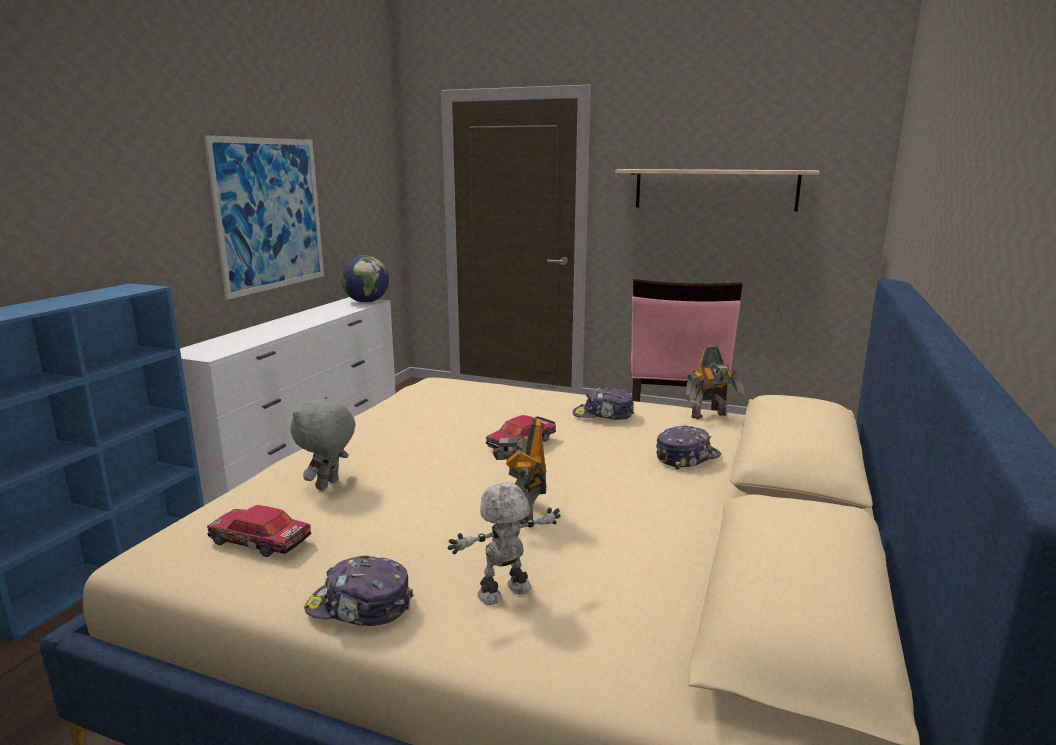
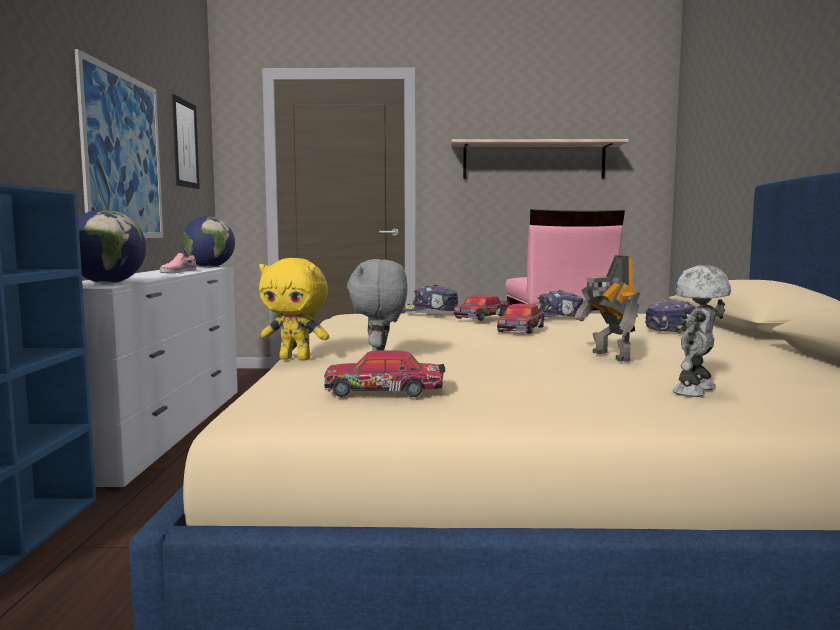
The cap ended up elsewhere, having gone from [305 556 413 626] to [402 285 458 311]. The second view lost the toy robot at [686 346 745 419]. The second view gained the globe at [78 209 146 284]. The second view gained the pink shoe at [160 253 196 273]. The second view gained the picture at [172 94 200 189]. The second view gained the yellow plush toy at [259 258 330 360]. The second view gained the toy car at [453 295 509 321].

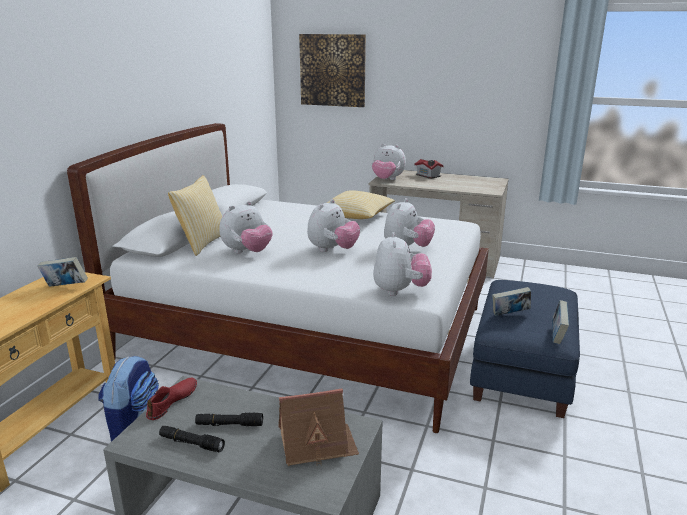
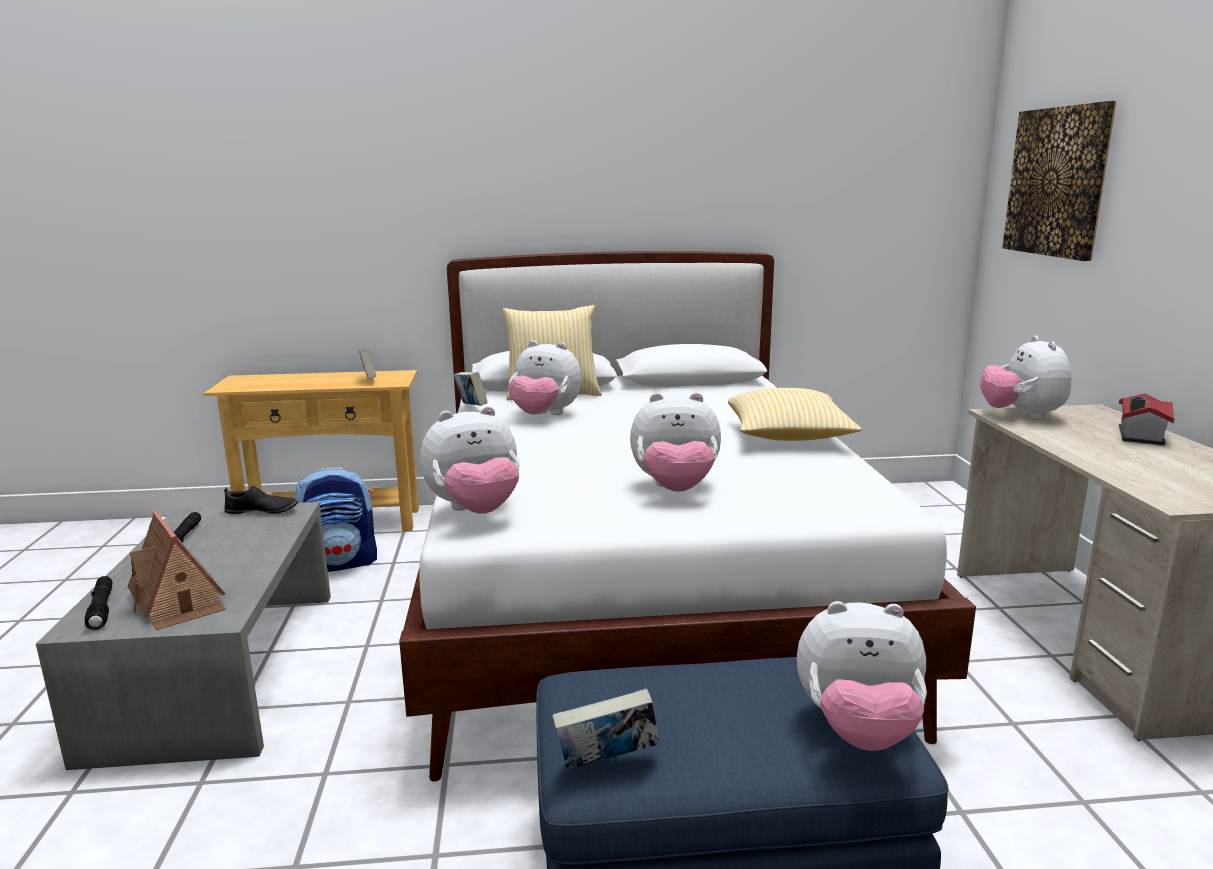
What was the red shoe at [146 378 197 420] turned into the black shoe at [224 486 298 514]. The black flashlight ended up elsewhere, having gone from [195 412 263 426] to [85 576 113 630]. The plush toy ended up elsewhere, having gone from [307 199 360 252] to [797 601 927 751]. The book ended up elsewhere, having gone from [492 287 531 316] to [454 372 488 406].

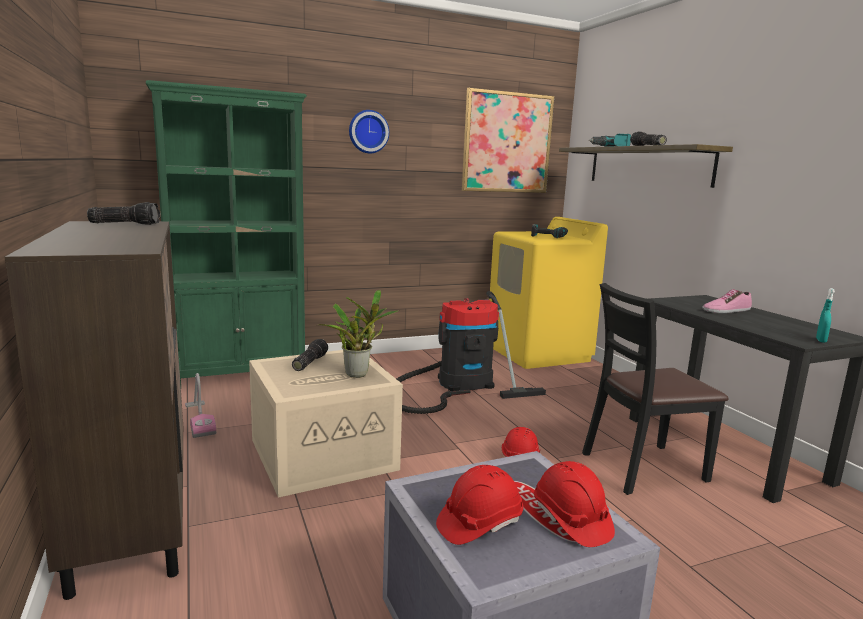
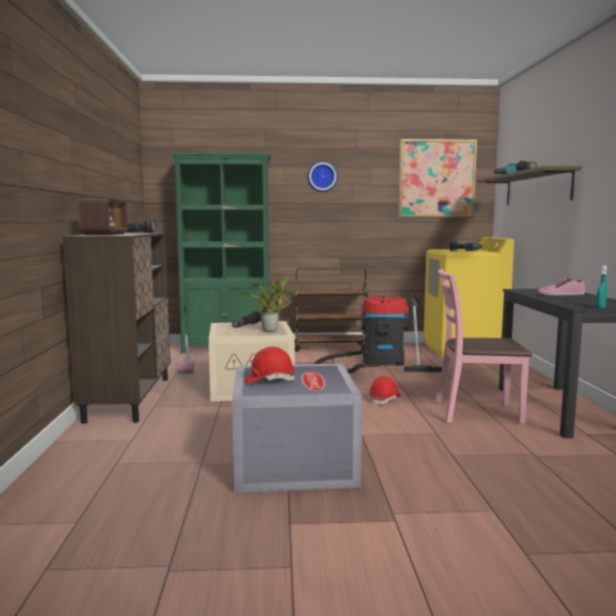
The second view lost the red hard hat at [534 461 615 547]. What was the black chair at [582 283 729 495] turned into the pink chair at [436 269 532 424]. The second view gained the radio at [78 199 127 235]. The second view gained the brown cart at [295 268 368 352].

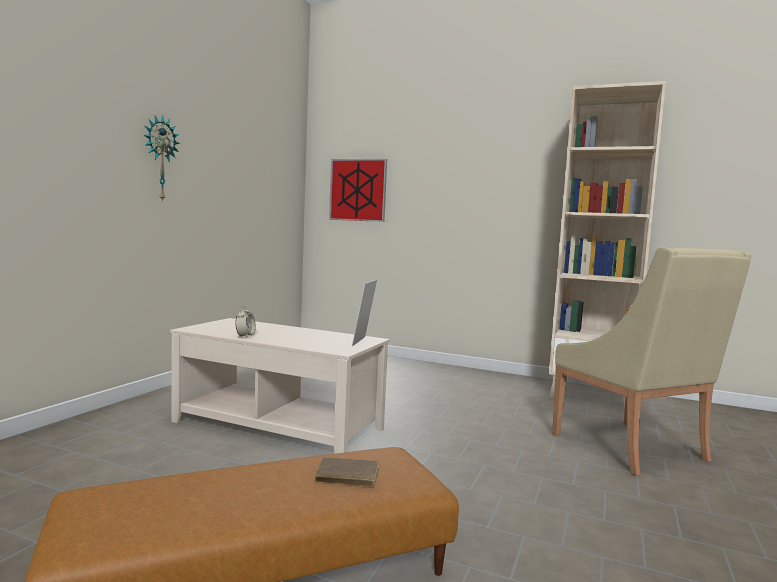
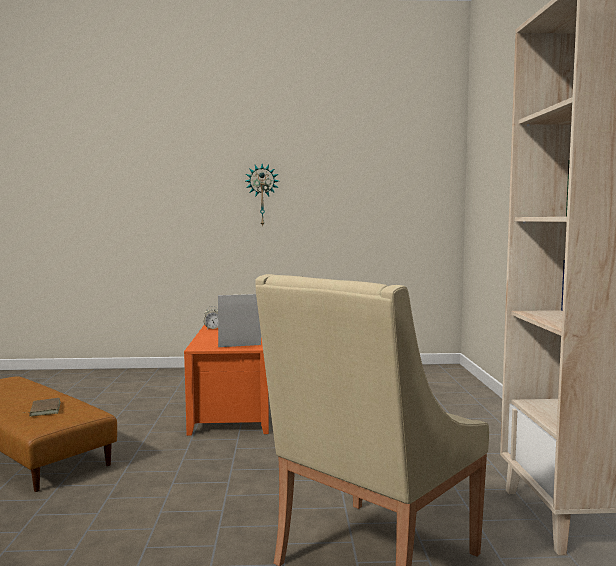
What was the beige coffee table at [170 318 390 454] turned into the orange coffee table at [184 325 269 436]. The second view lost the picture at [329 159 387 222].

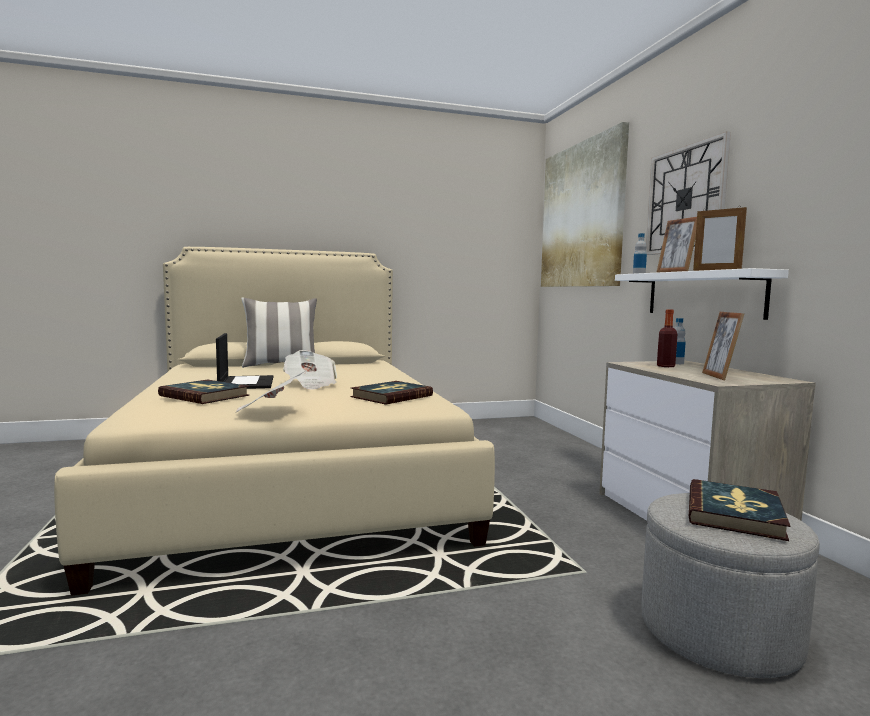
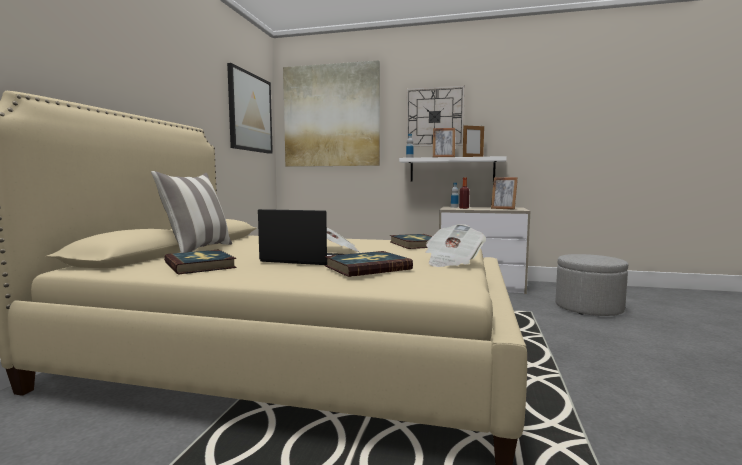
The book ended up elsewhere, having gone from [689 479 790 541] to [164 249 237 274]. The second view gained the picture at [227 63 273 154].

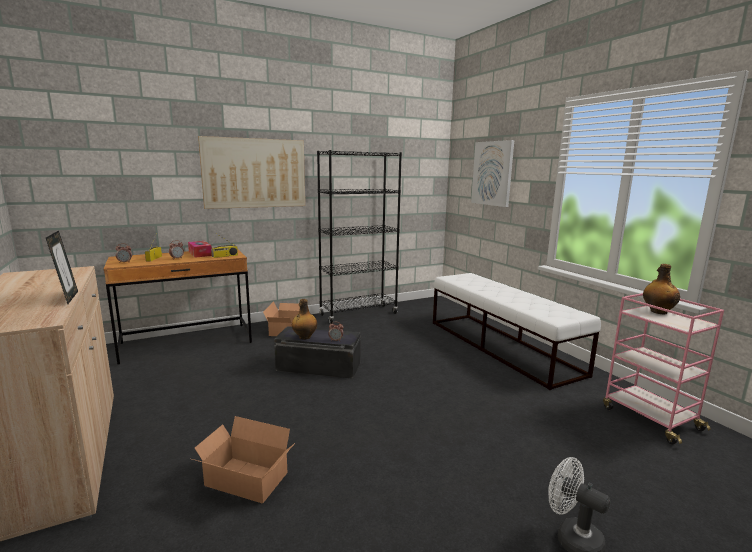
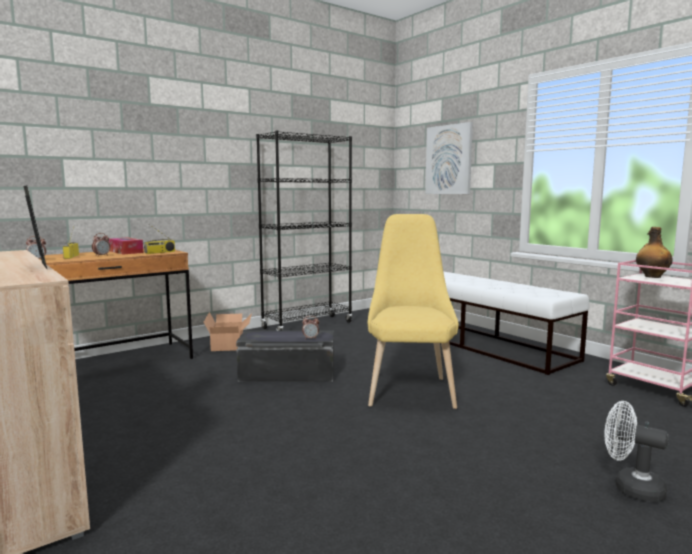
The second view lost the cardboard box at [189 416 295 504]. The second view lost the picture at [198 136 305 209]. The second view lost the bottle at [292 299 317 340]. The second view gained the yellow chair at [367 214 459 409].

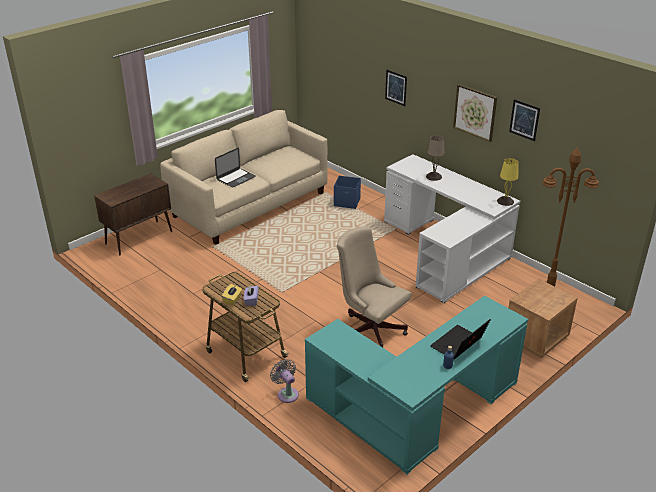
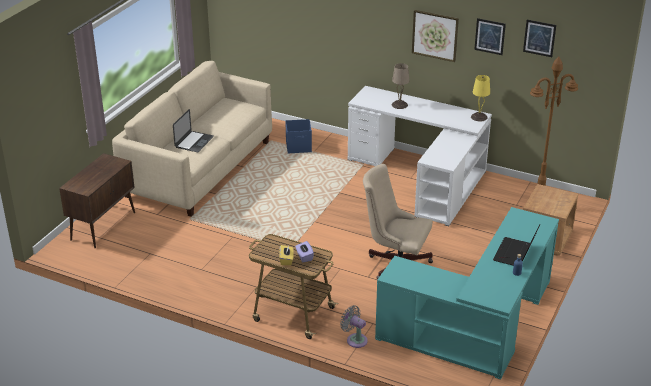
The picture ended up elsewhere, having gone from [385 70 407 106] to [523 20 556 57].

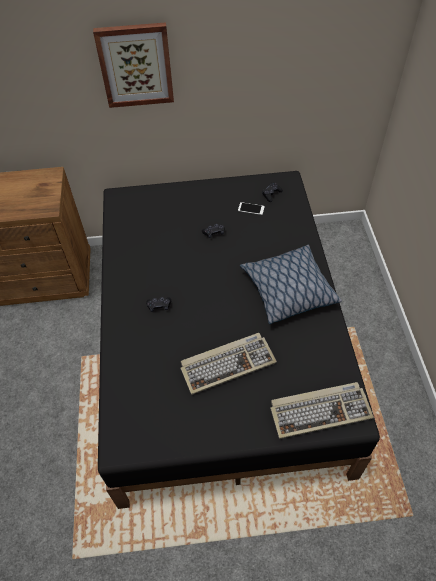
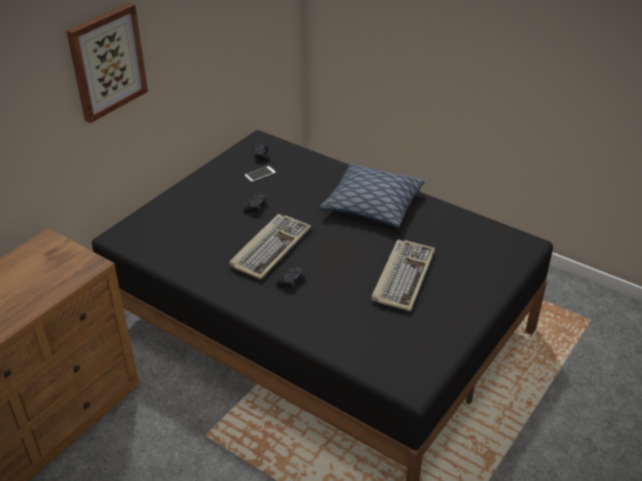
The keyboard ended up elsewhere, having gone from [270 382 374 439] to [229 214 311 280].

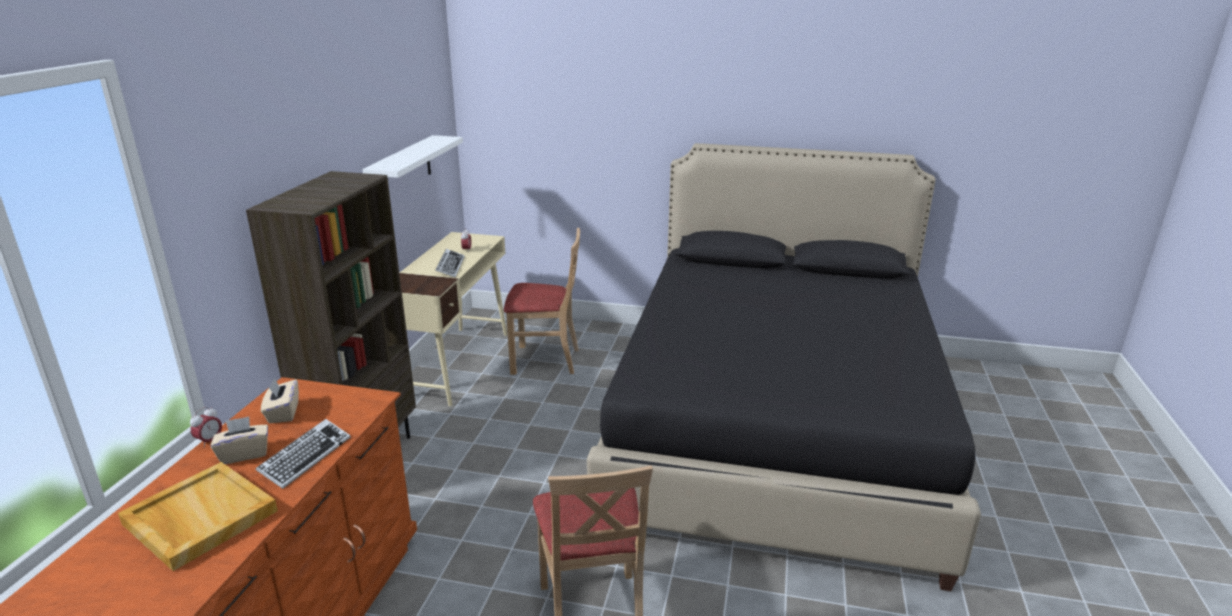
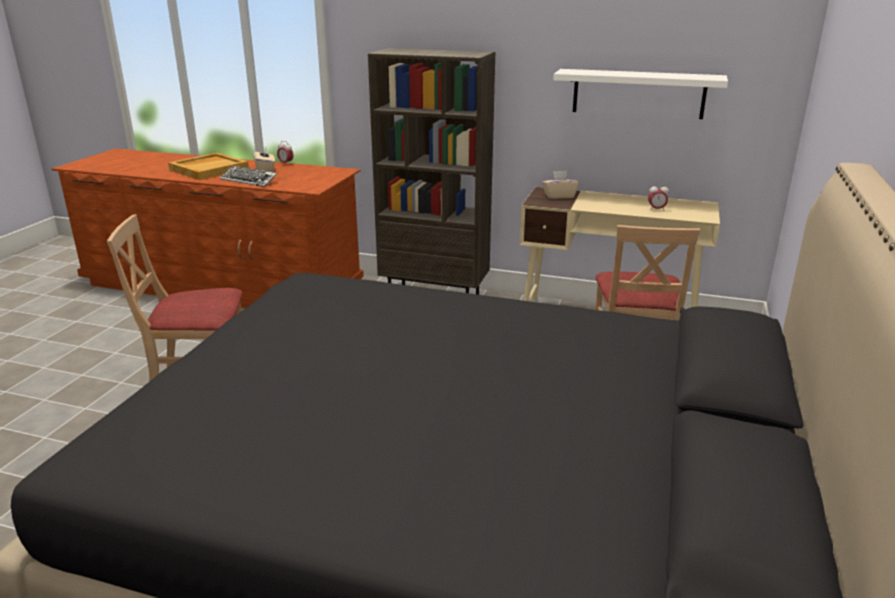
The beige tissue box ended up elsewhere, having gone from [261 378 299 423] to [542 171 579 199]. The second view lost the keyboard at [435 249 464 277].

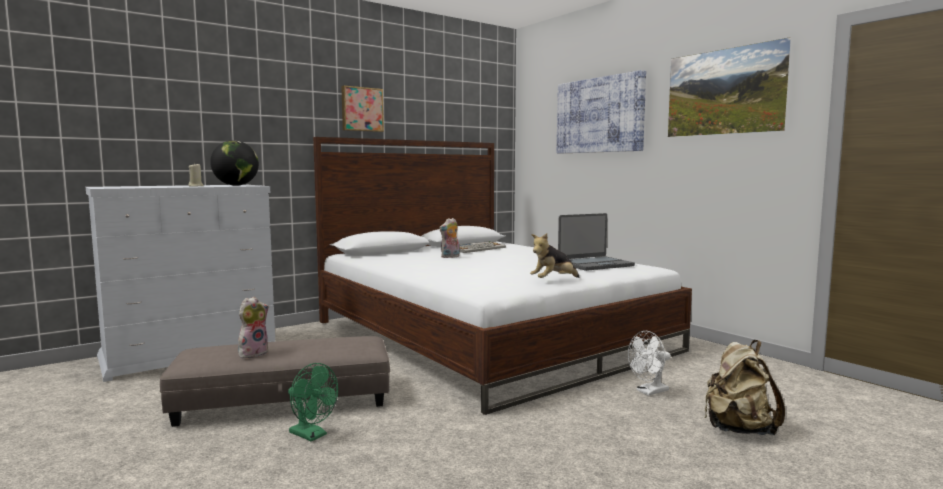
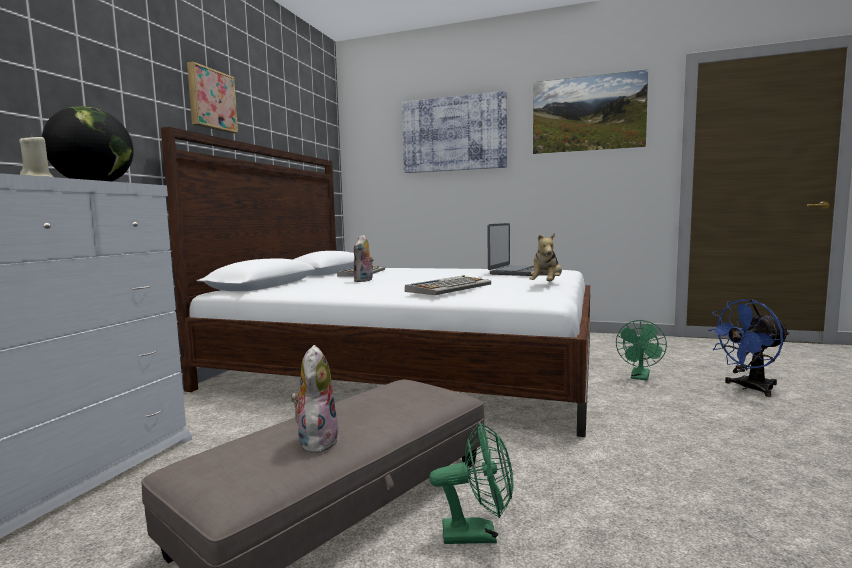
What was the white fan at [628 331 671 396] turned into the green fan at [616 320 667 380]. Where the beige backpack stood at [705 340 785 435], the blue fan came to stand at [707 299 790 397]. The second view gained the keyboard at [405 276 491 295].

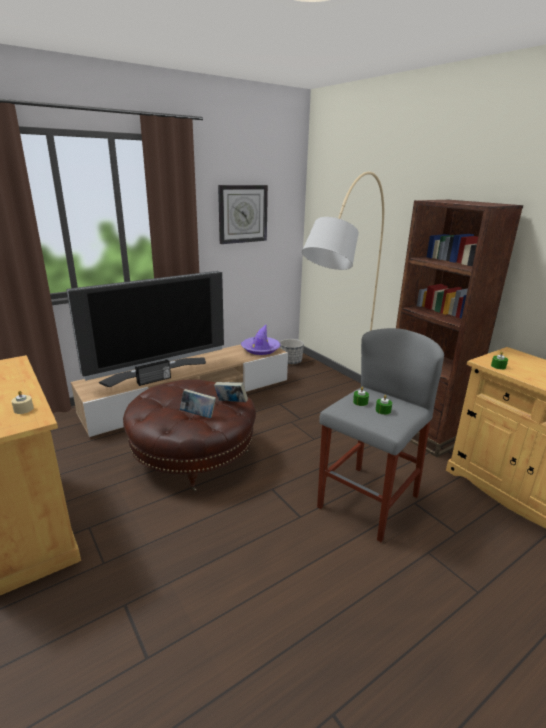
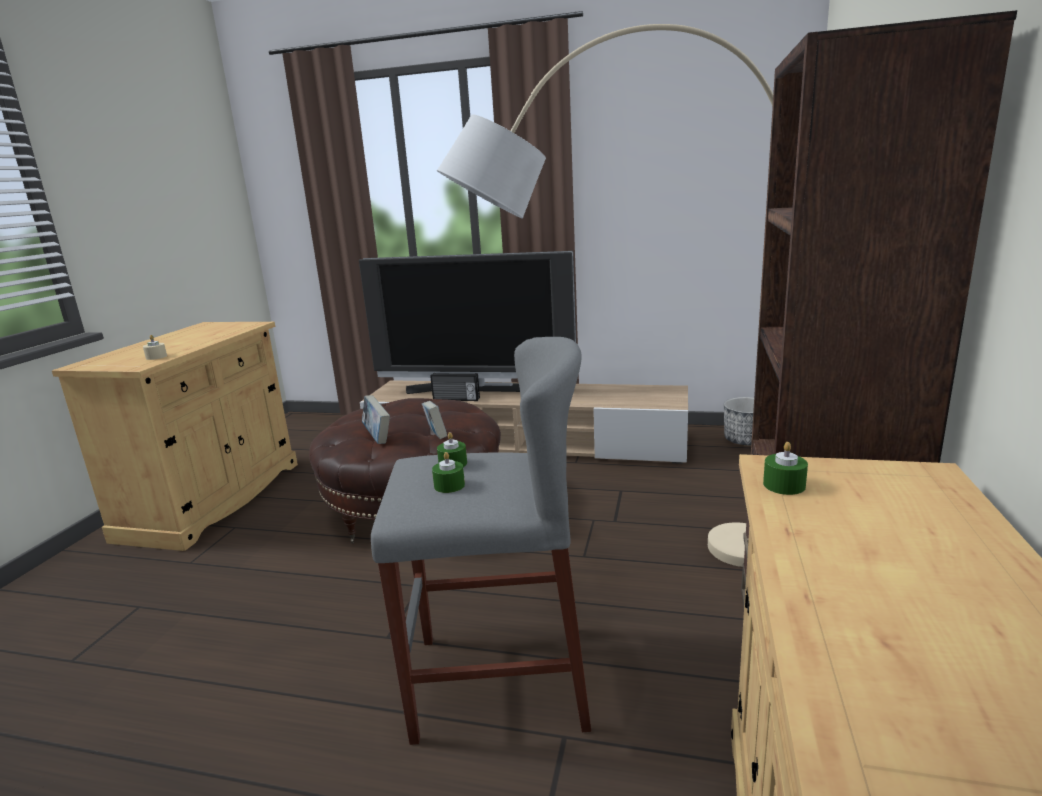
The second view lost the wall clock at [218 185 268 244]. The second view lost the purple hat at [241 325 280 355].

